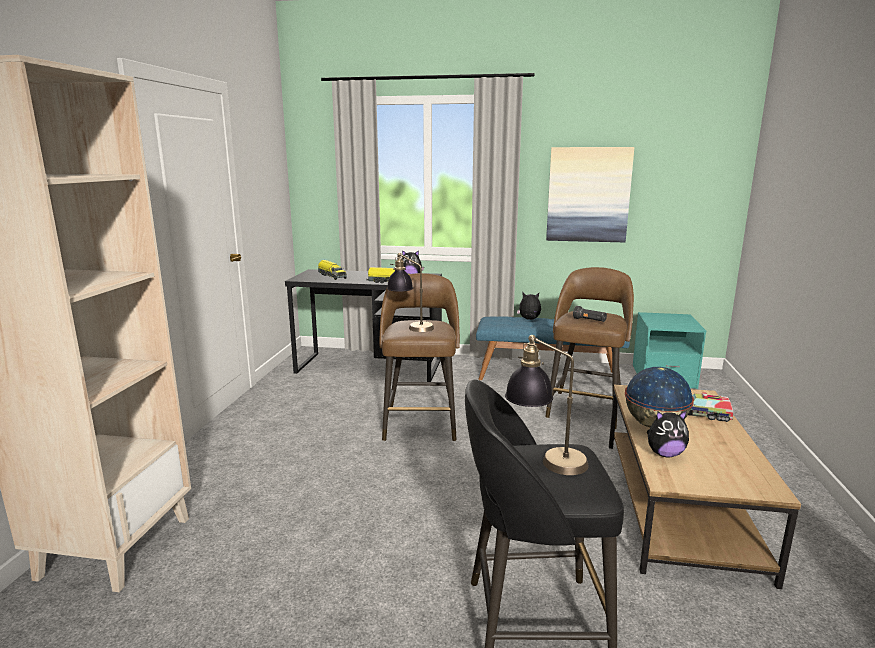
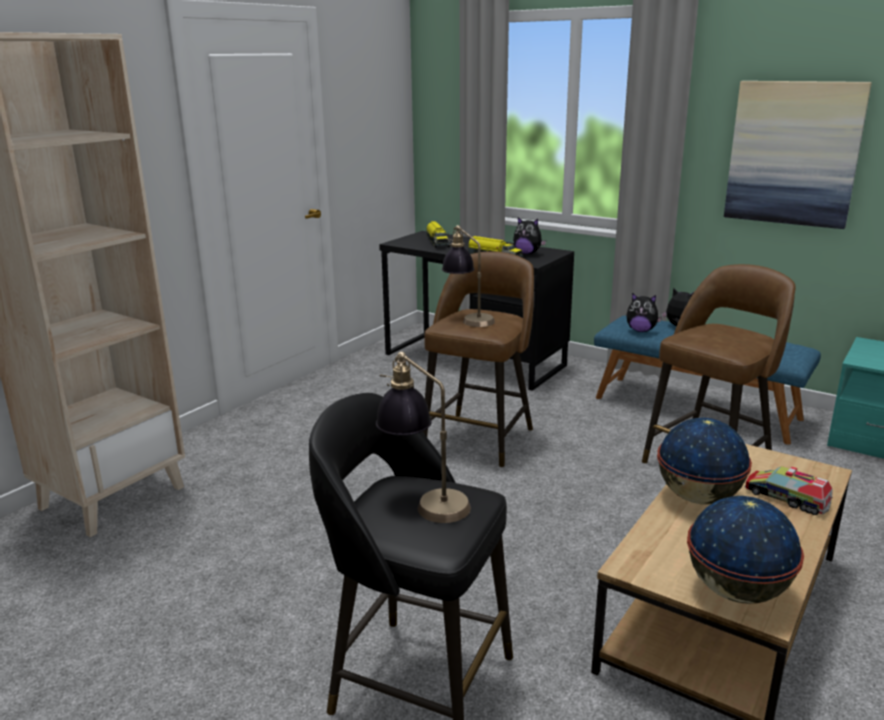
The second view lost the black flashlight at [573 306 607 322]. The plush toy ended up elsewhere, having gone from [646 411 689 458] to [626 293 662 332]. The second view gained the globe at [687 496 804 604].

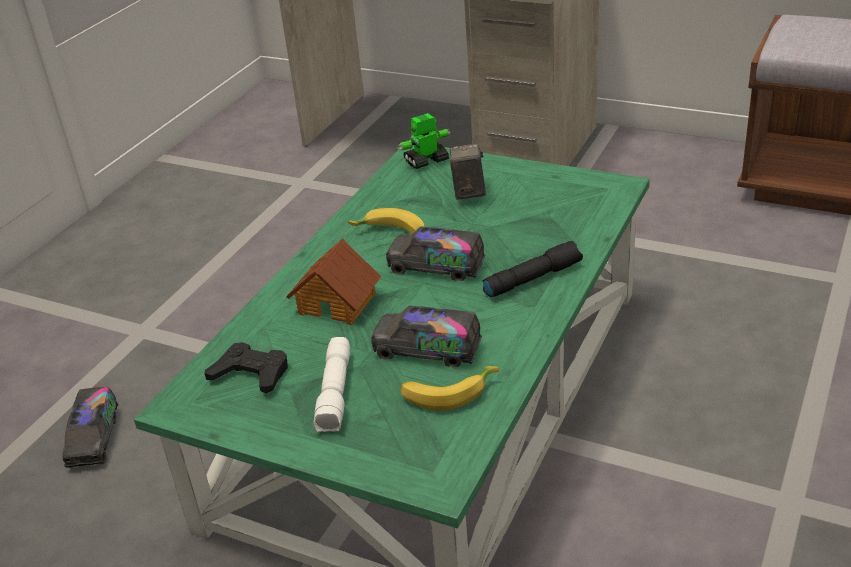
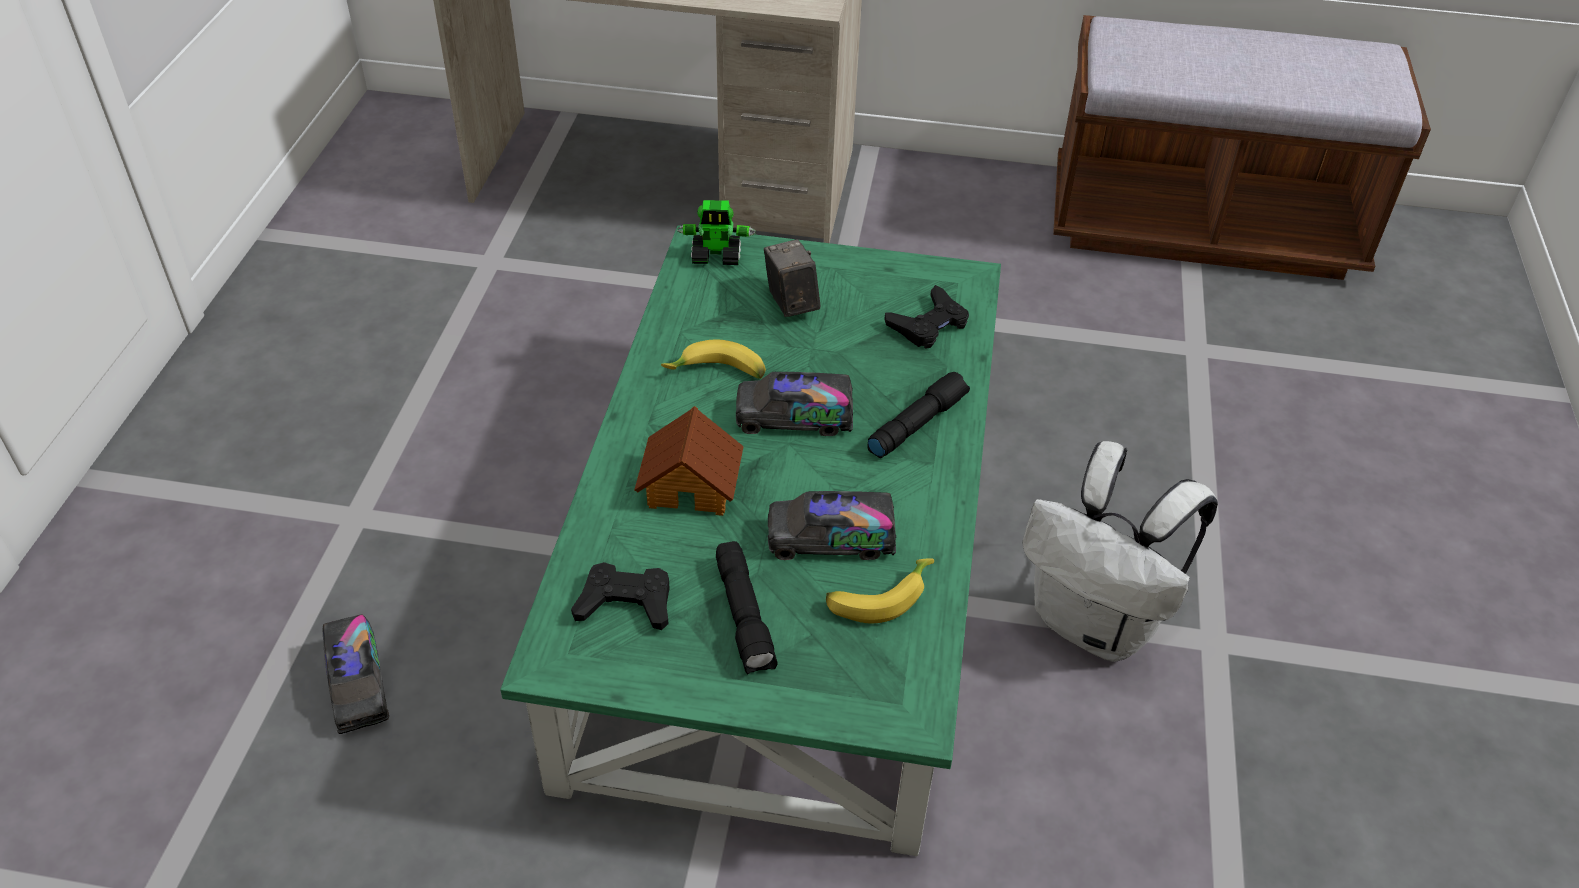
What was the white flashlight at [313 337 350 432] turned into the black flashlight at [716 541 778 674]. The toy robot at [397 113 451 169] ended up facing another way, 135 degrees counterclockwise from before. The second view gained the black game controller at [884 285 969 349]. The second view gained the white backpack at [1022 441 1218 662].

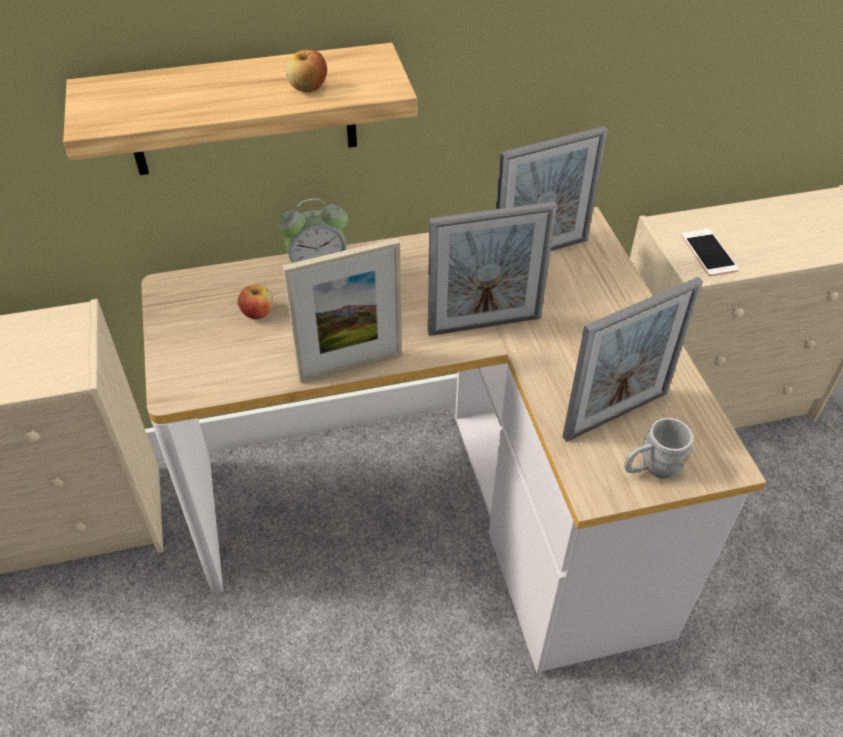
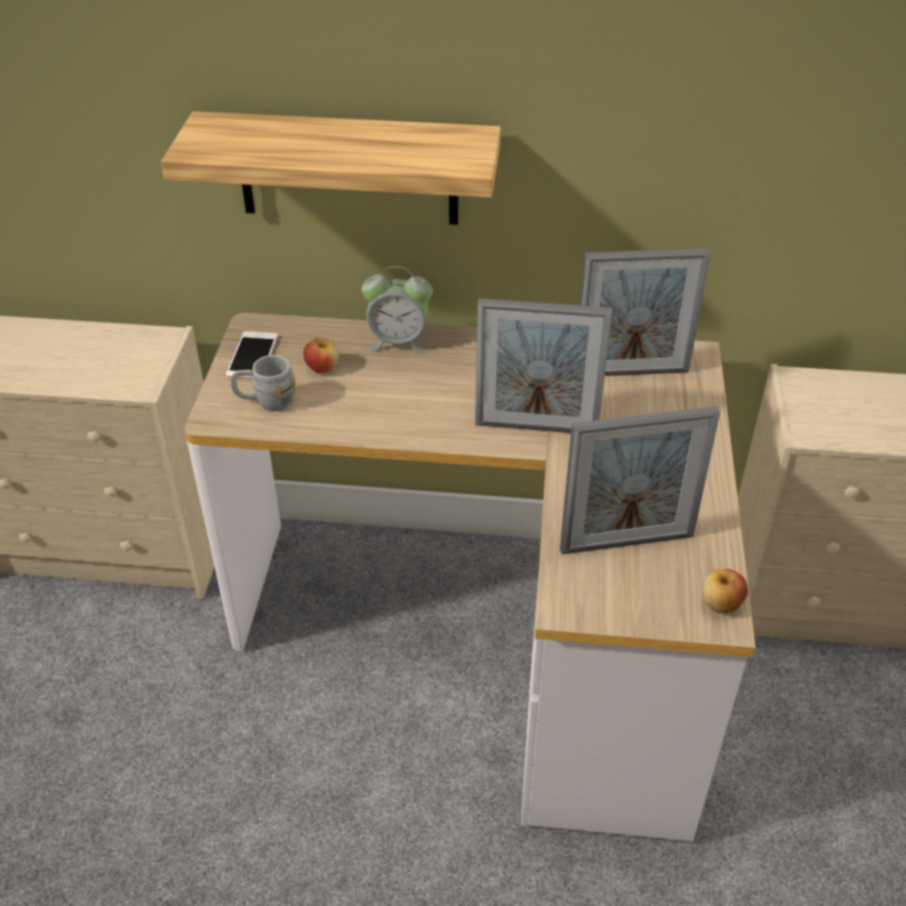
The second view lost the picture frame at [282 238 402 383]. The apple ended up elsewhere, having gone from [286 50 327 93] to [702 569 748 613]. The grey mug ended up elsewhere, having gone from [624 418 693 478] to [231 355 296 411]. The phone ended up elsewhere, having gone from [681 229 739 276] to [226 331 278 380].

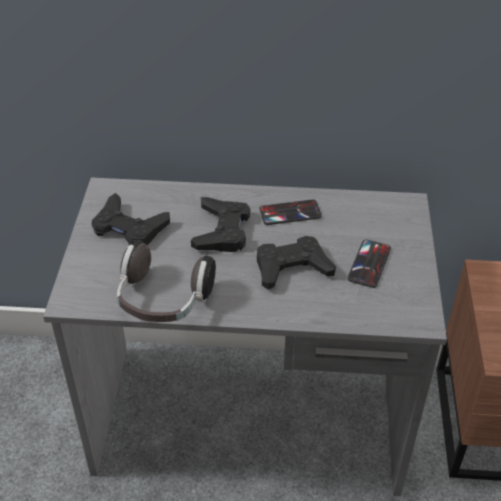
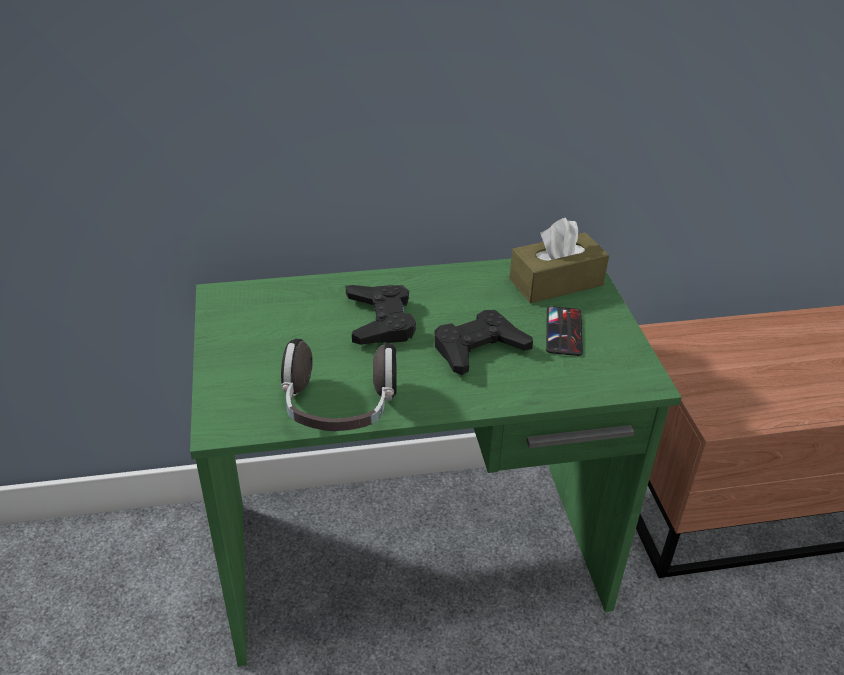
What was the grey desk at [43 177 447 496] turned into the green desk at [190 259 682 666]. The second view lost the black game controller at [91 193 170 245]. The second view lost the phone at [259 199 322 225]. The second view gained the brown tissue box at [509 218 609 303].

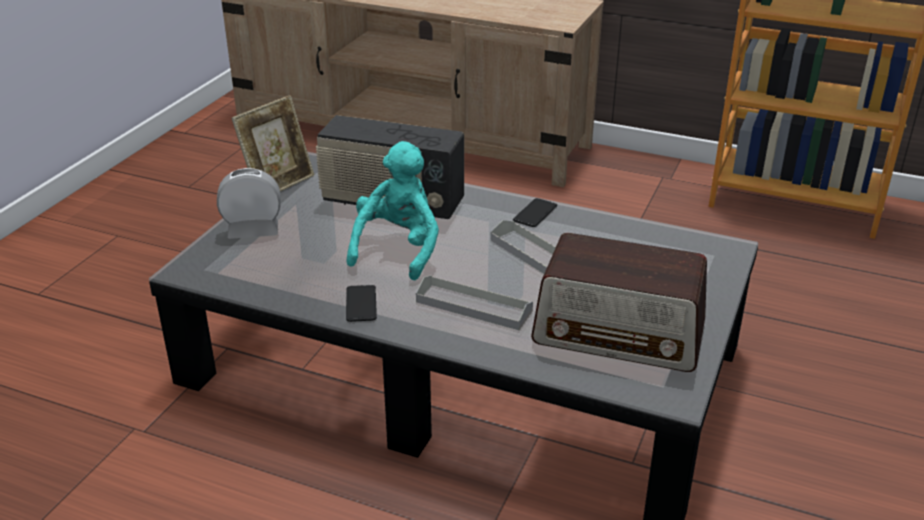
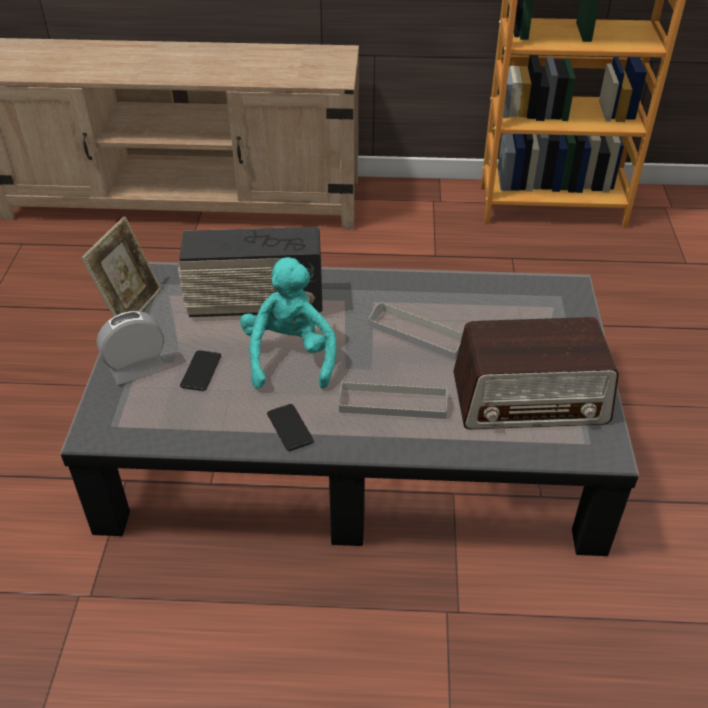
The phone ended up elsewhere, having gone from [513 198 557 227] to [180 350 221 391].

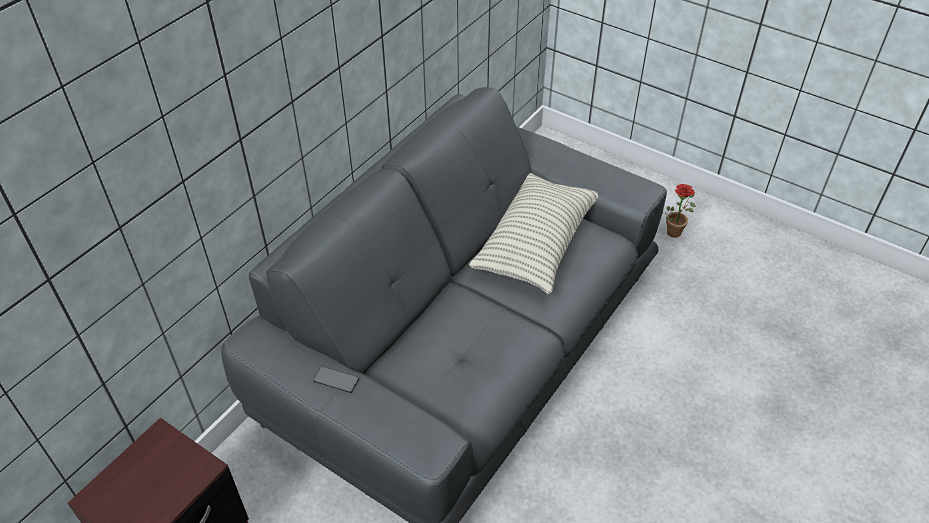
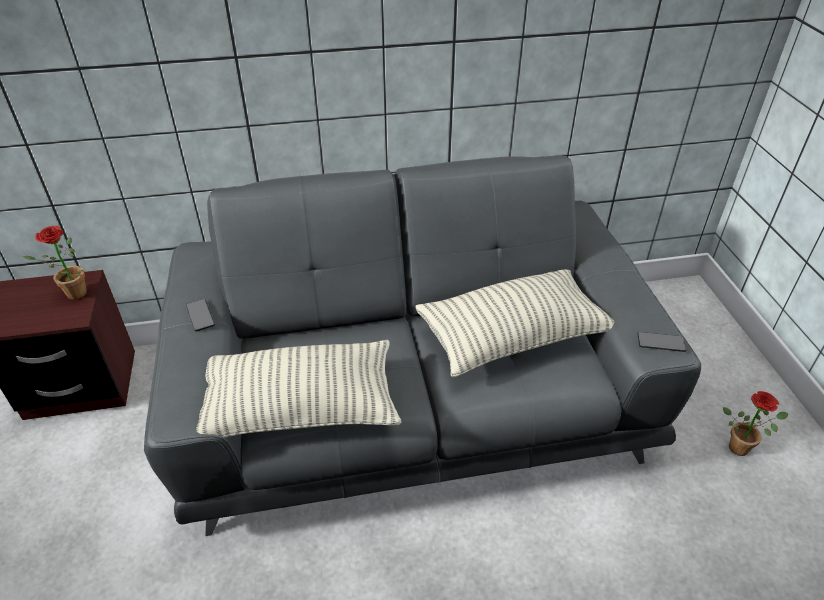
The second view gained the potted plant at [22 226 87 300]. The second view gained the pillow at [196 340 402 438]. The second view gained the phone at [637 332 686 352].

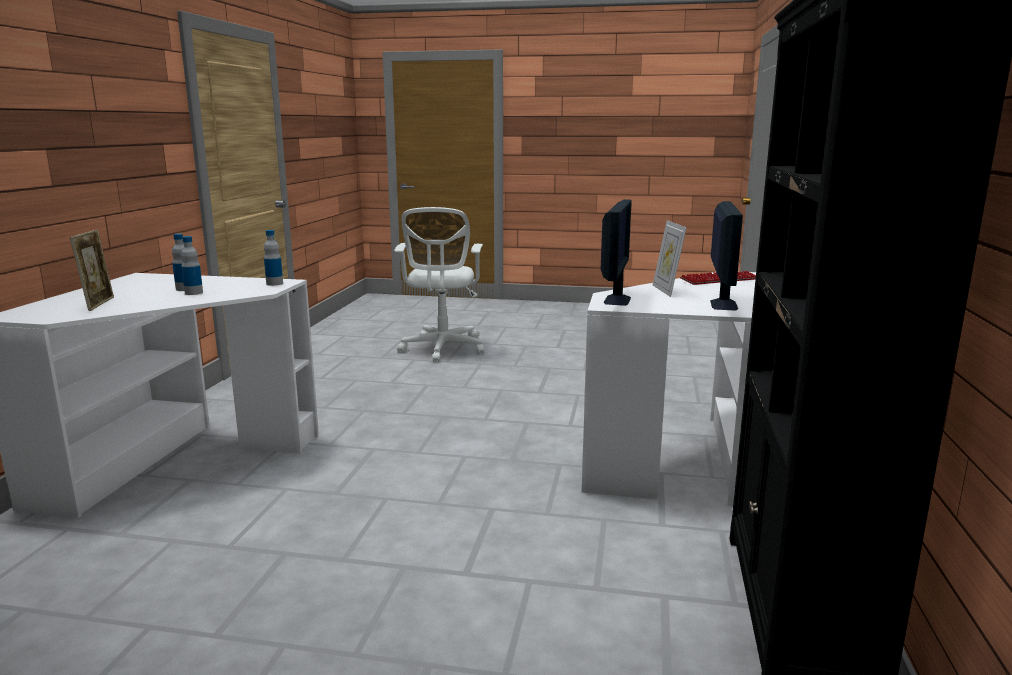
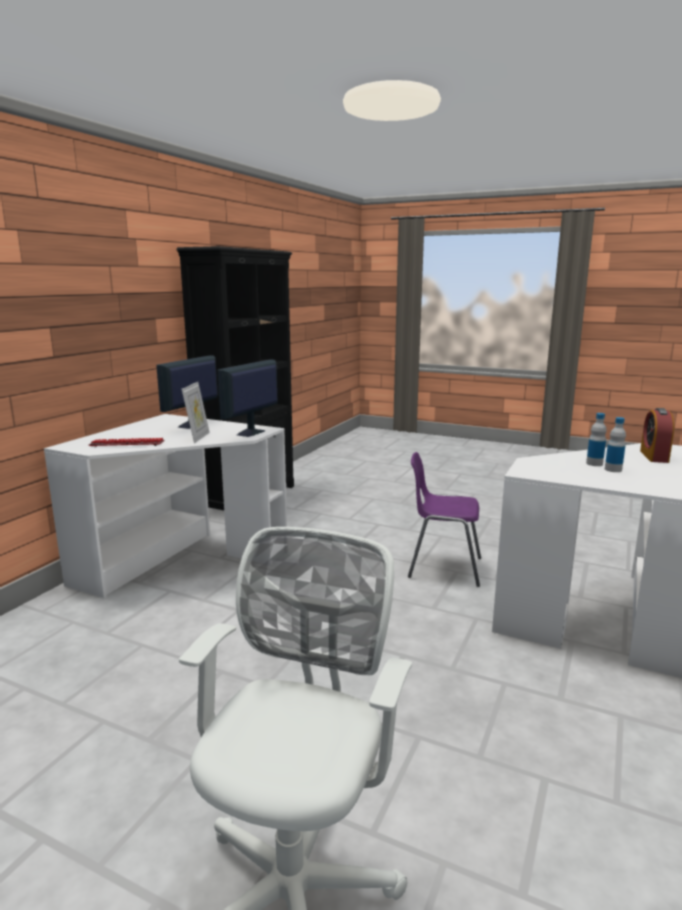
Where the picture frame stood at [70 230 114 311], the alarm clock came to stand at [640 408 674 463]. The second view lost the bottle at [264 230 283 286]. The second view gained the purple chair at [408 452 481 587].

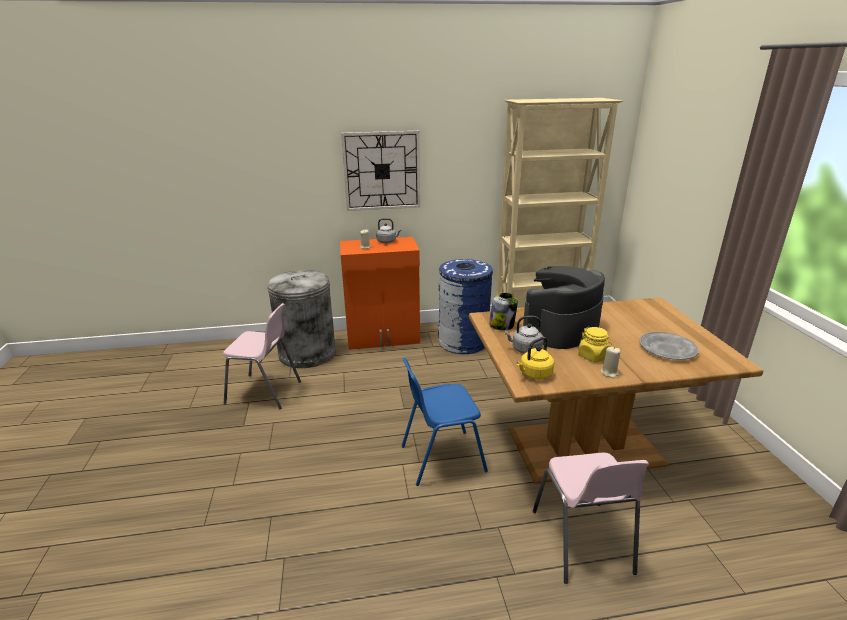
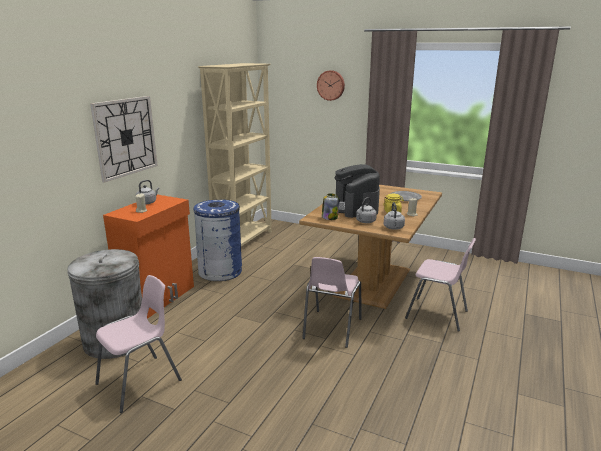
What was the blue chair at [402 358 488 486] turned into the pink chair at [302 257 362 348]. What was the yellow kettle at [516 337 554 380] turned into the grey kettle at [384 202 405 230]. The second view gained the wall clock at [317 70 345 101].

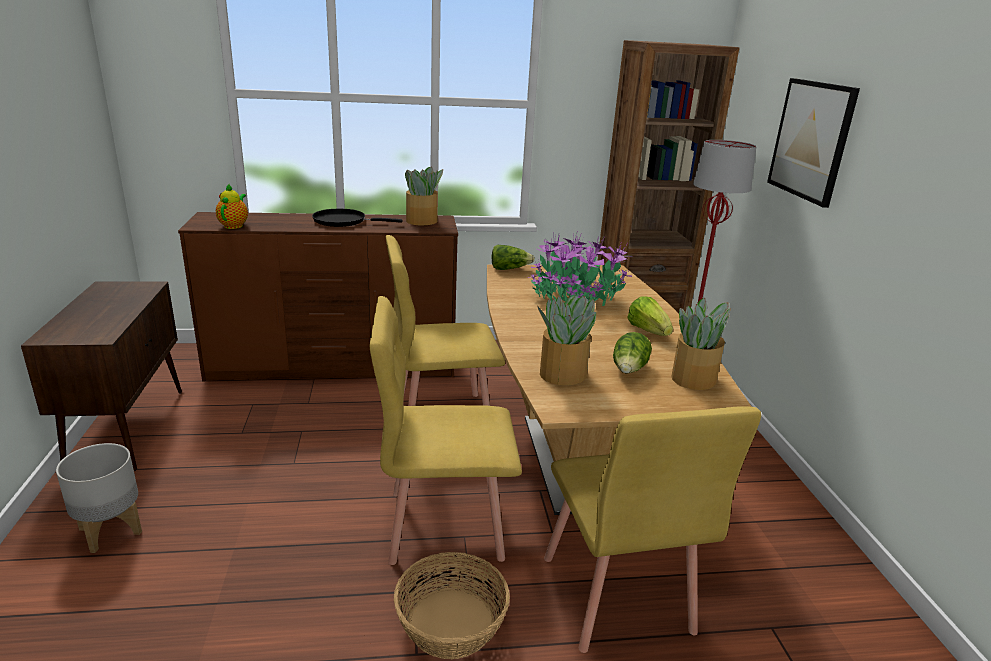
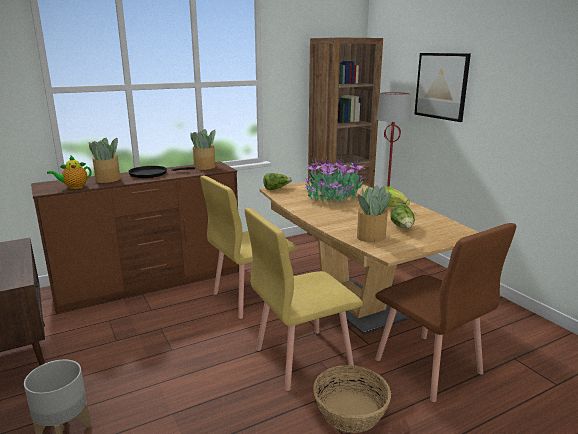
The teapot at [216 184 248 229] ended up facing another way, 105 degrees counterclockwise from before. What was the yellow chair at [544 406 761 653] turned into the brown chair at [375 223 516 402]. The potted plant ended up elsewhere, having gone from [671 298 731 390] to [89 138 120 183].

